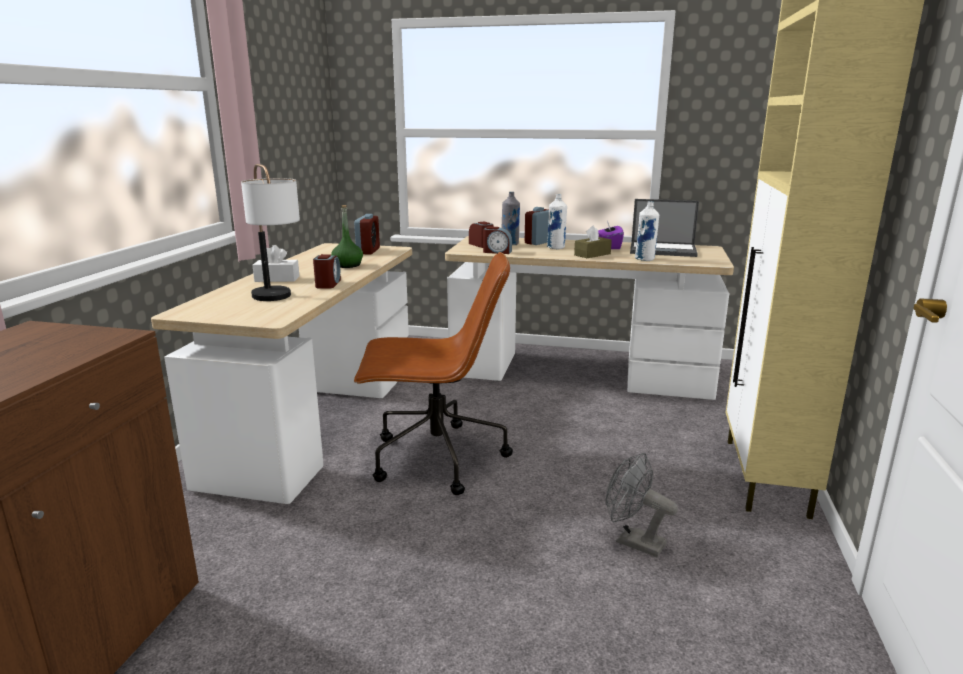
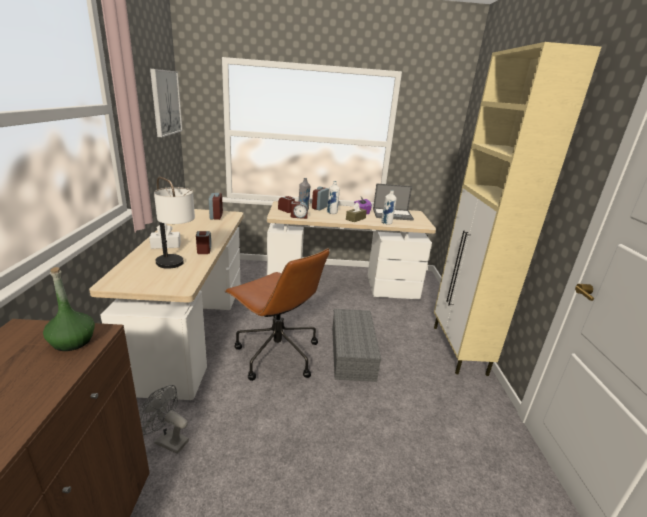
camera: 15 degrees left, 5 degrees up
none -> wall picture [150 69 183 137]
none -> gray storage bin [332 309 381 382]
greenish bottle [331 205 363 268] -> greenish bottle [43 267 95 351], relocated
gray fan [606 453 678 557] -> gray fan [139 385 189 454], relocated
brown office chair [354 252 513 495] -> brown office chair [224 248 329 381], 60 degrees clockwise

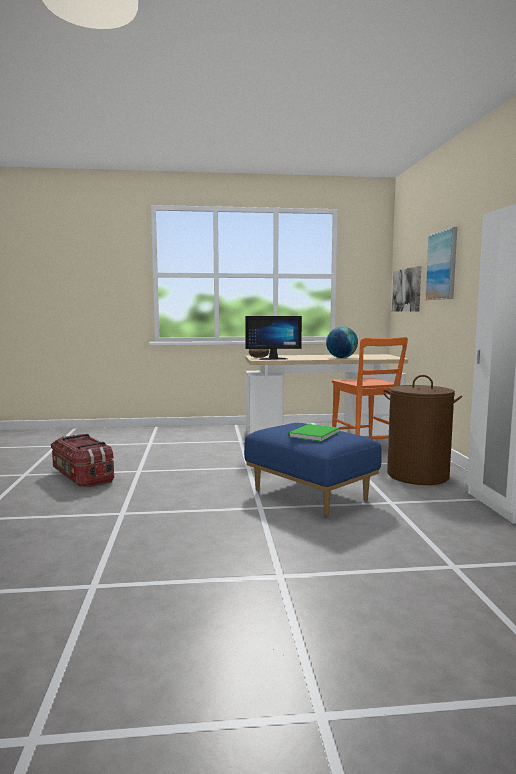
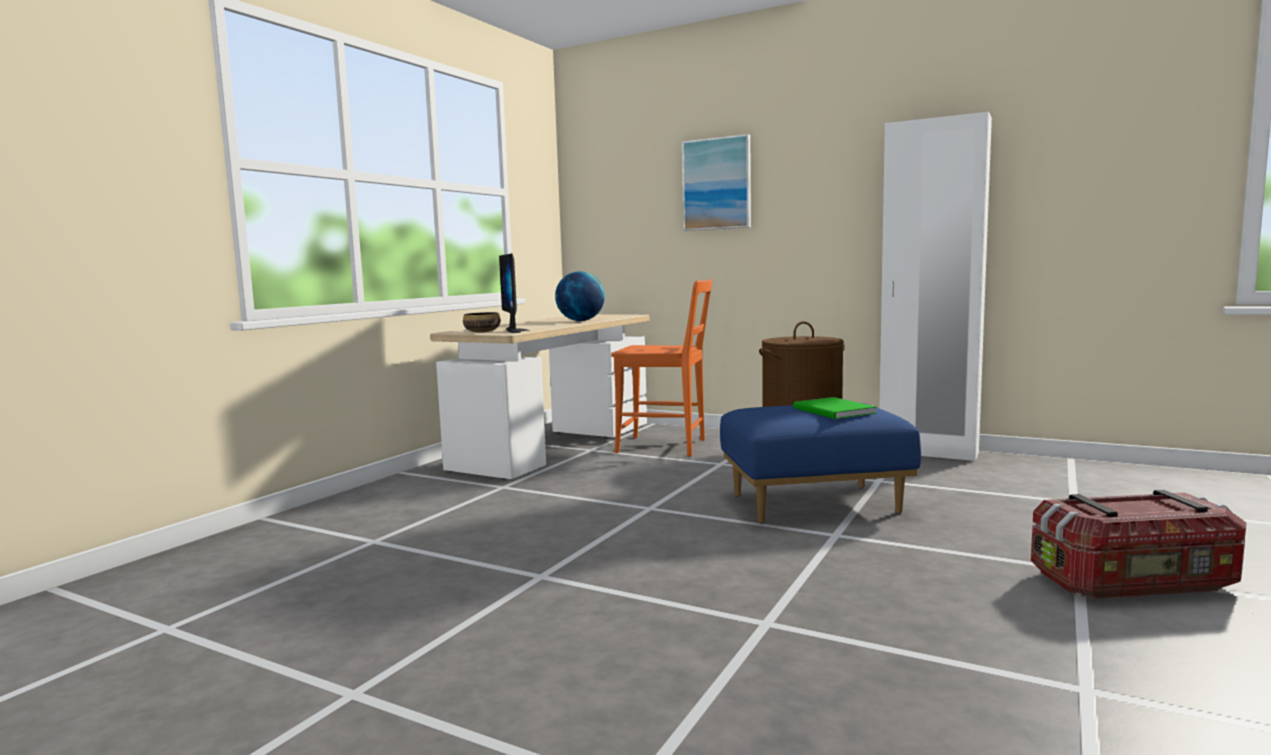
camera: 55 degrees left, 0 degrees up
wall picture [392 266 421 311] -> none
storage bin [51 434 114 487] -> storage bin [1031 490 1246 599], relocated
computer screen [245 316 302 360] -> computer screen [499 253 530 333], 135 degrees clockwise

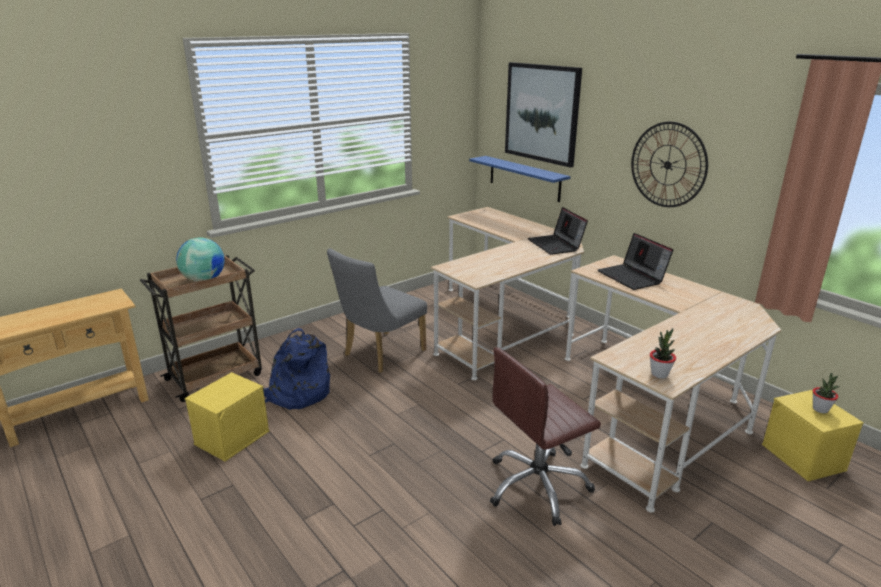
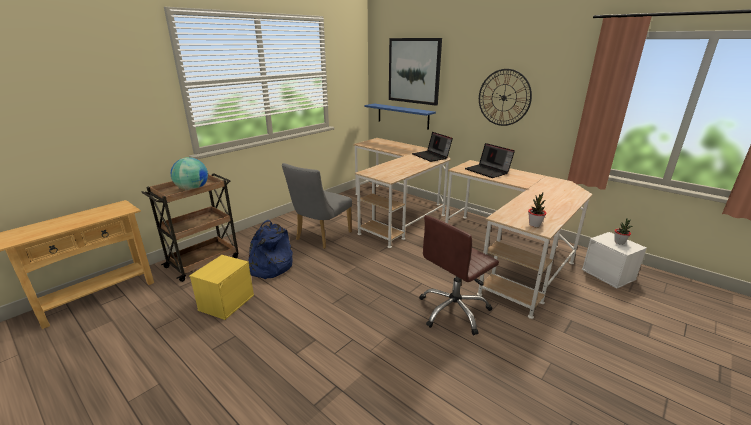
camera: 10 degrees left, 0 degrees up
yellow storage bin [762 390 864 481] -> whitish storage bin [582 232 647 288]

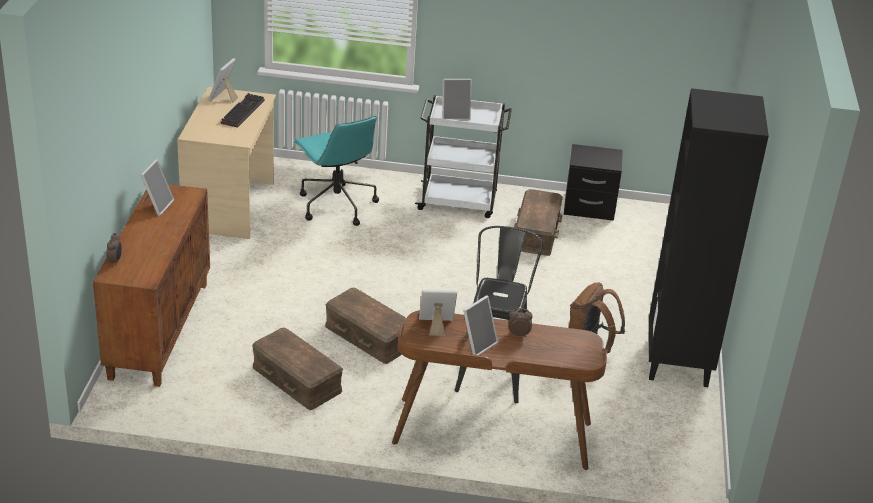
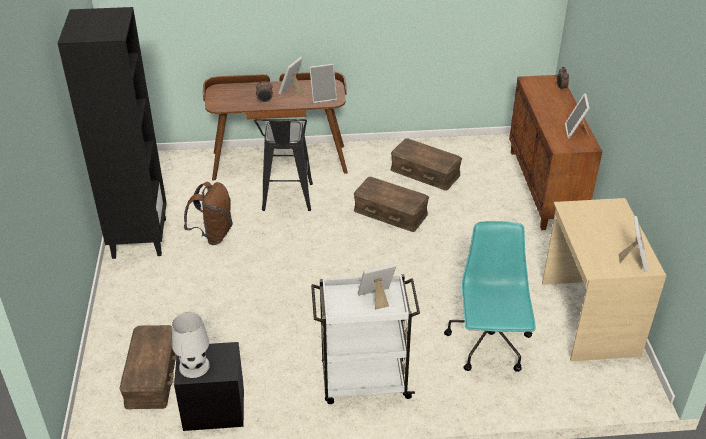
camera: 170 degrees right, 5 degrees up
computer keyboard [221 93 265 128] -> none
none -> whitish lamp for a table [172 312 210 378]
brown storage bin [514 189 563 256] -> brown storage bin [119 325 177 409], relocated
blue-green office chair [293 116 379 226] -> blue-green office chair [444 221 536 372], 45 degrees clockwise

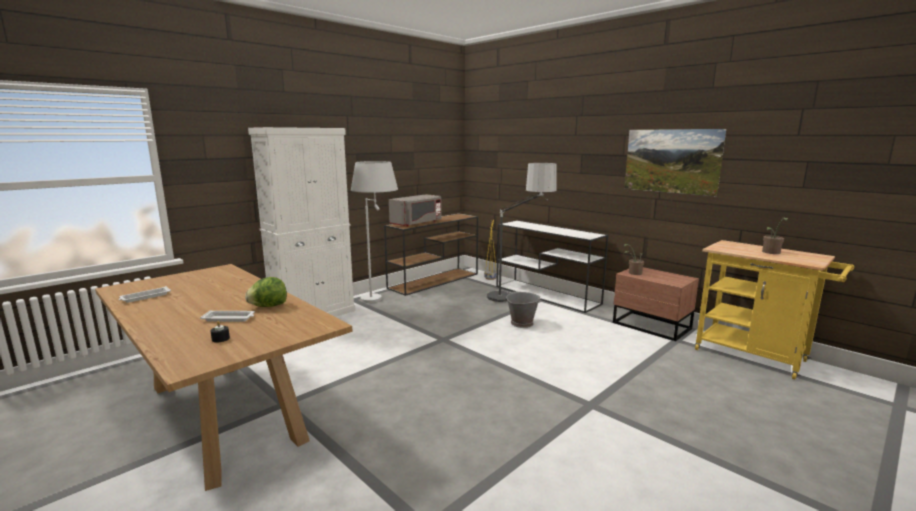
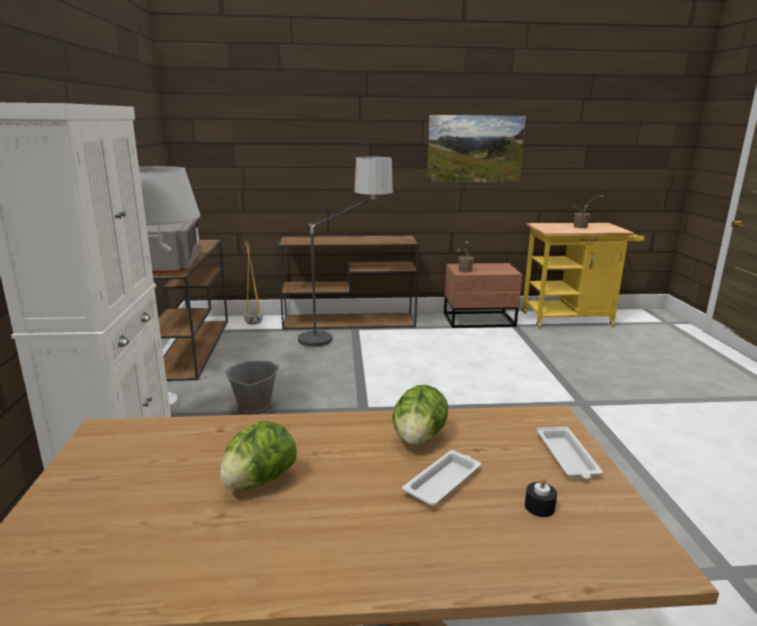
camera: 50 degrees left, 5 degrees up
none -> head of lettuce [220 421 297 489]
whitish carrying tray [118 286 171 303] -> whitish carrying tray [537 427 603 479], relocated
gray pail [506 291 541 328] -> gray pail [224 361 280 415], relocated
whitish hall table [496 220 608 313] -> brown hall table [278 236 419 330]

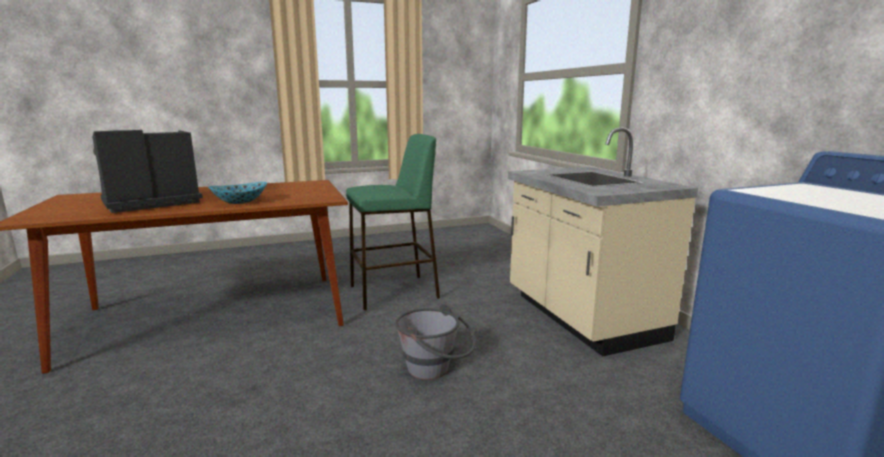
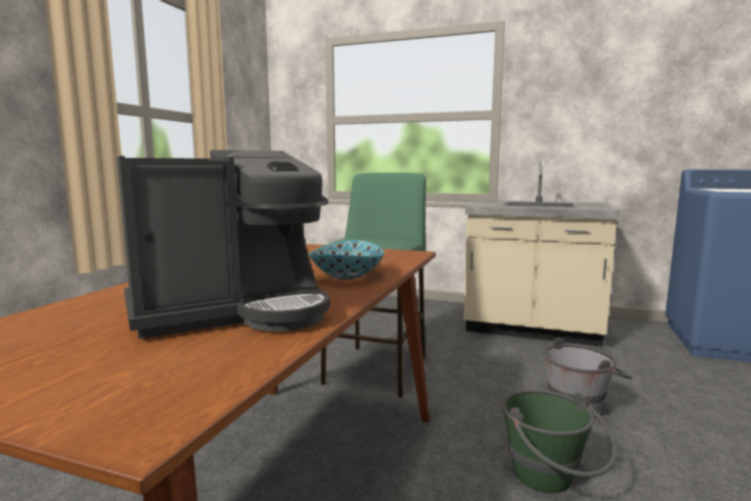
camera: 50 degrees left, 5 degrees down
none -> greenish pail [502 389 617 493]
coffee brewer [92 130 203 213] -> coffee brewer [117 150 330 339], 120 degrees counterclockwise

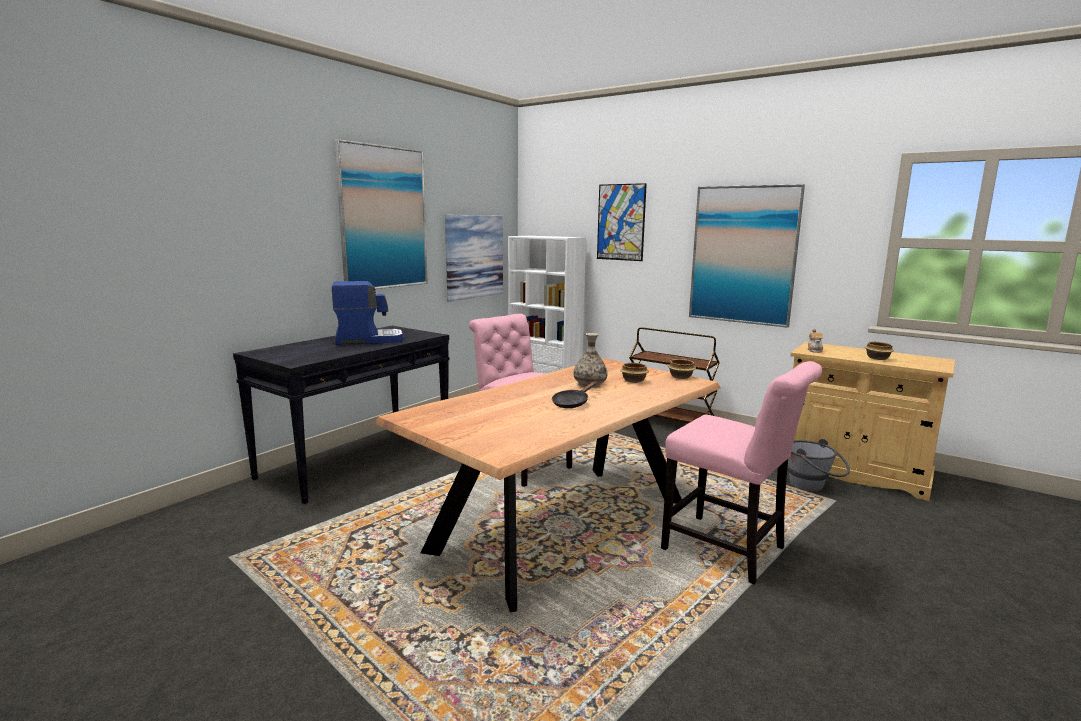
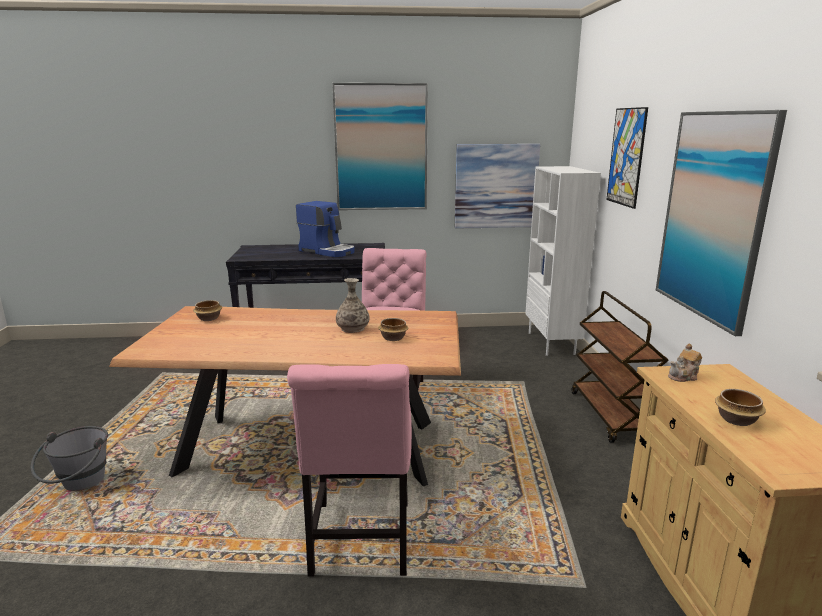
camera: 50 degrees right, 5 degrees up
blackish frying pan [552 381 597 408] -> none
bowl [668 359 696 379] -> bowl [193 300 222 321], relocated
gray pail [788 439 850 492] -> gray pail [31 426 108 491], relocated

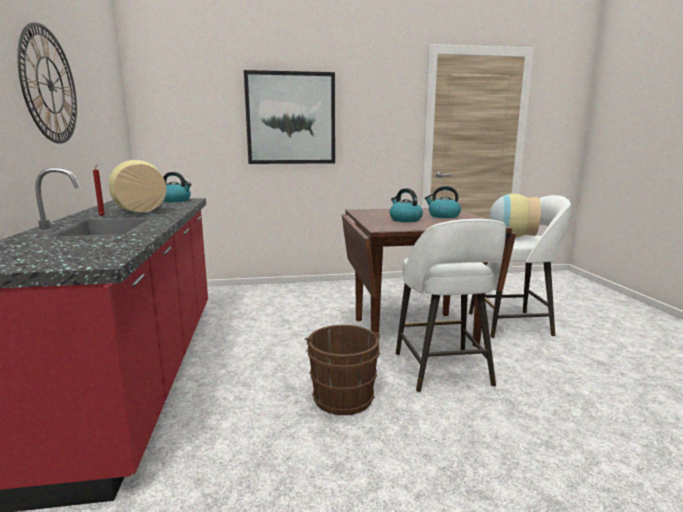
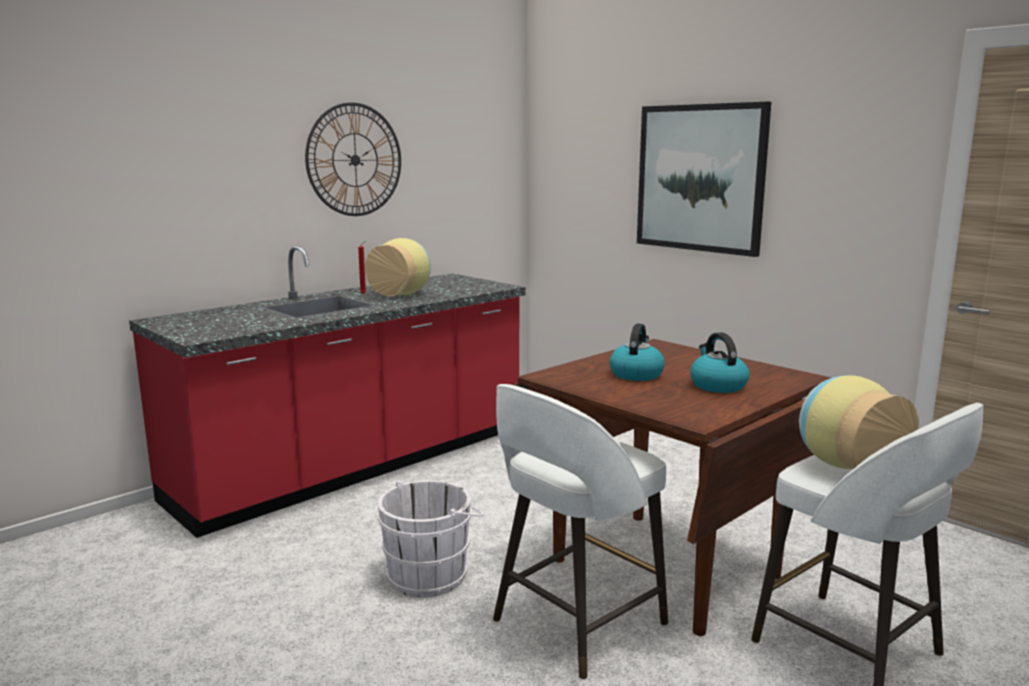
camera: 55 degrees right, 0 degrees up
kettle [163 172 192 202] -> none
brown pail [305 325 380 415] -> whitish pail [377 480 484 598]

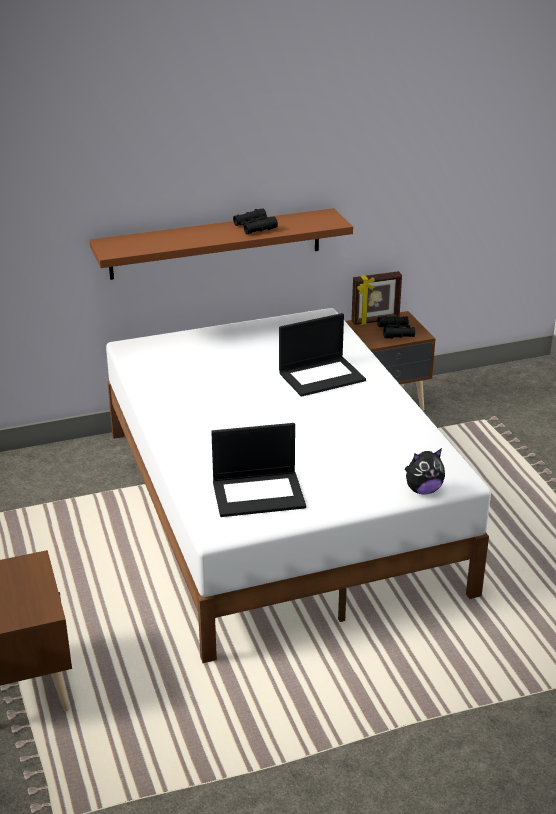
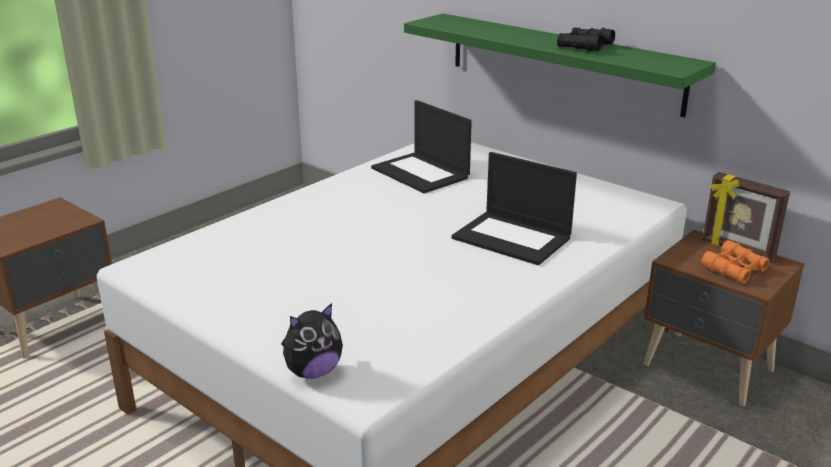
camera: 60 degrees right, 5 degrees down
notebook computer [211 423 306 517] -> notebook computer [371 100 472 193], relocated
brown bracket shelf [89 208 353 280] -> greenish bracket shelf [404 14 716 118]
blackish field glasses [377 316 415 339] -> orange-coloured field glasses [701 240 770 284]
plush toy [404 448 445 495] -> plush toy [281 303 343 379], 75 degrees counterclockwise

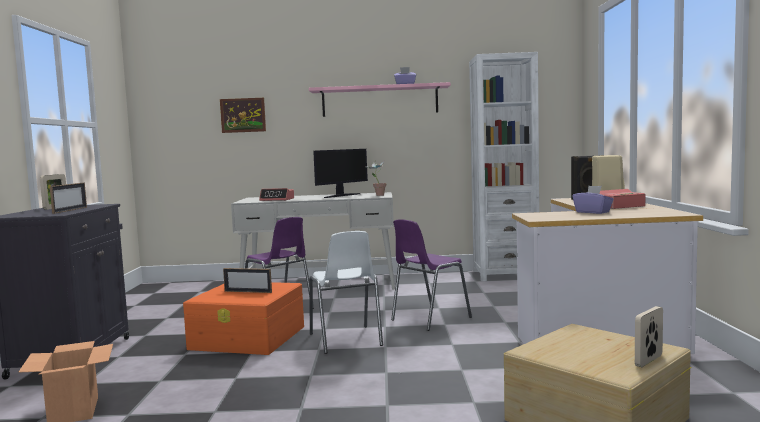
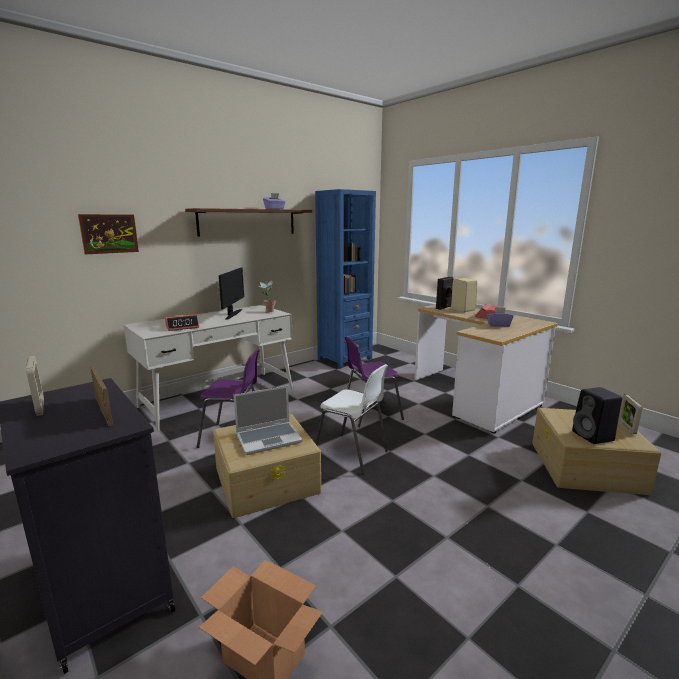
camera: 40 degrees left, 10 degrees up
none -> blackish loudspeaker [572 387 622 444]
photo frame [223 268 272 293] -> notebook computer [234 386 303 455]
orange-coloured storage bin [183 282 304 355] -> beige-coloured storage bin [213 414 321 518]
pink-coloured bracket shelf [309 82 451 117] -> brown bracket shelf [185 208 312 237]
whitish shelving unit [469 52 539 281] -> blue shelving unit [315 189 376 368]
purple chair [391 219 472 331] -> purple chair [344 336 404 427], 60 degrees clockwise

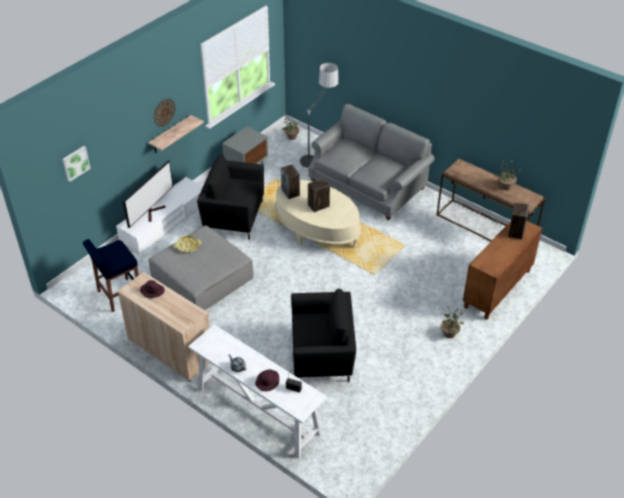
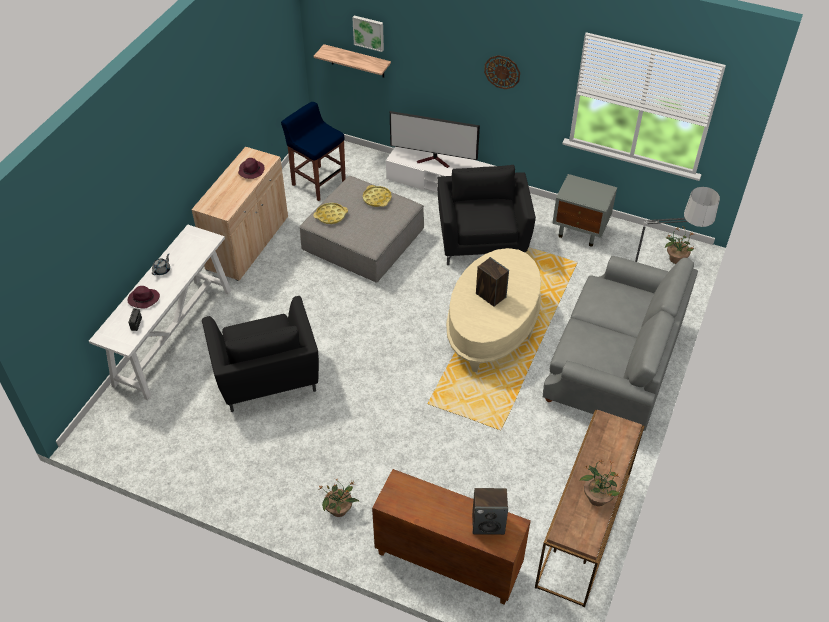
camera: 75 degrees right, 5 degrees up
loudspeaker [281 164 300 199] -> none
none -> yellow carrying tray [313 203 348 224]
bracket shelf [149 115 204 153] -> bracket shelf [314 44 391 78], relocated

